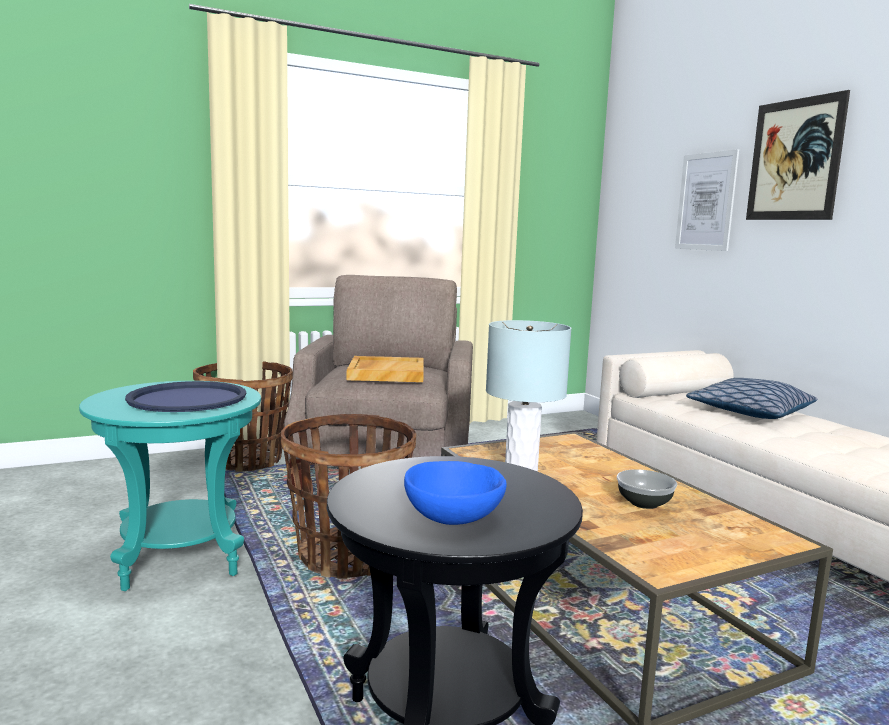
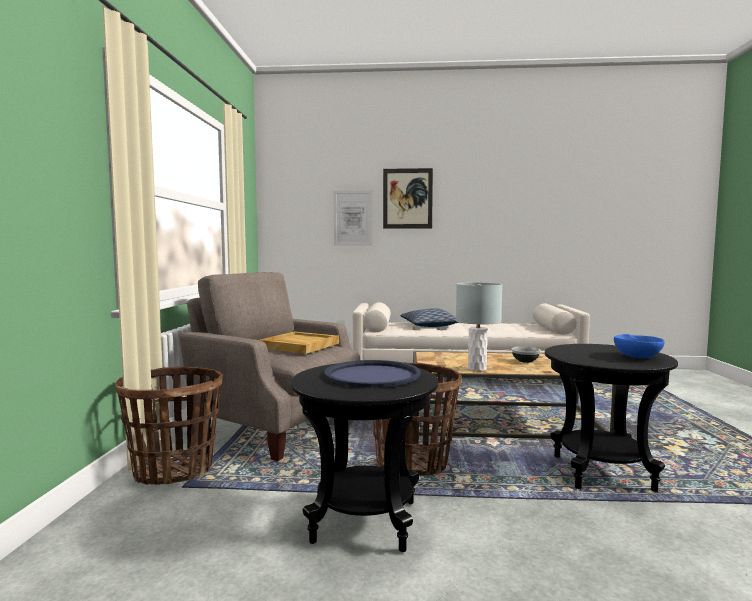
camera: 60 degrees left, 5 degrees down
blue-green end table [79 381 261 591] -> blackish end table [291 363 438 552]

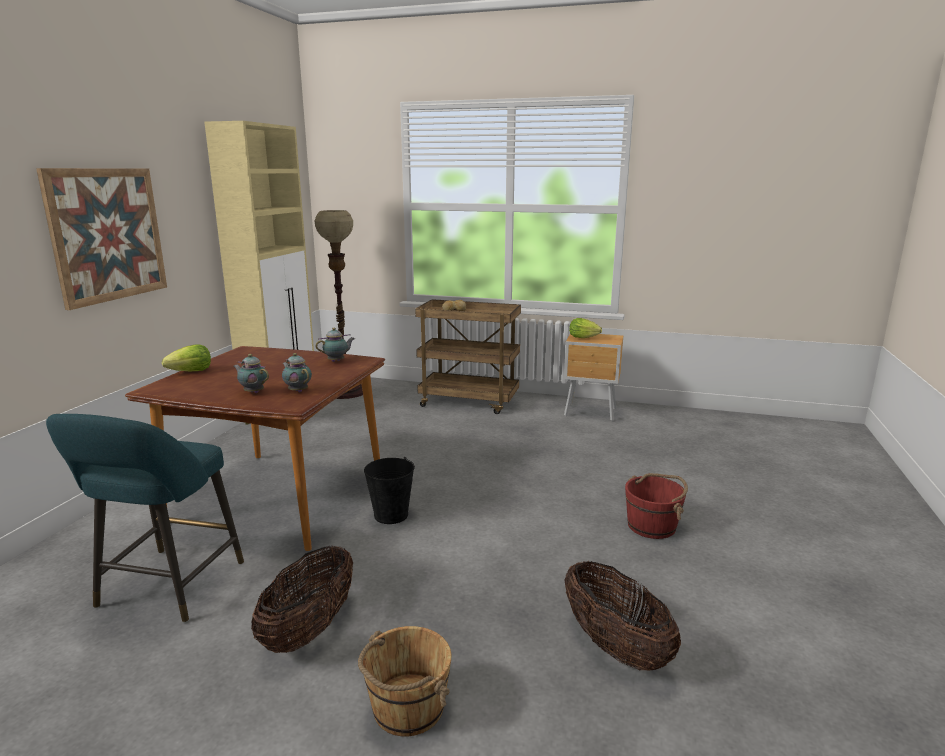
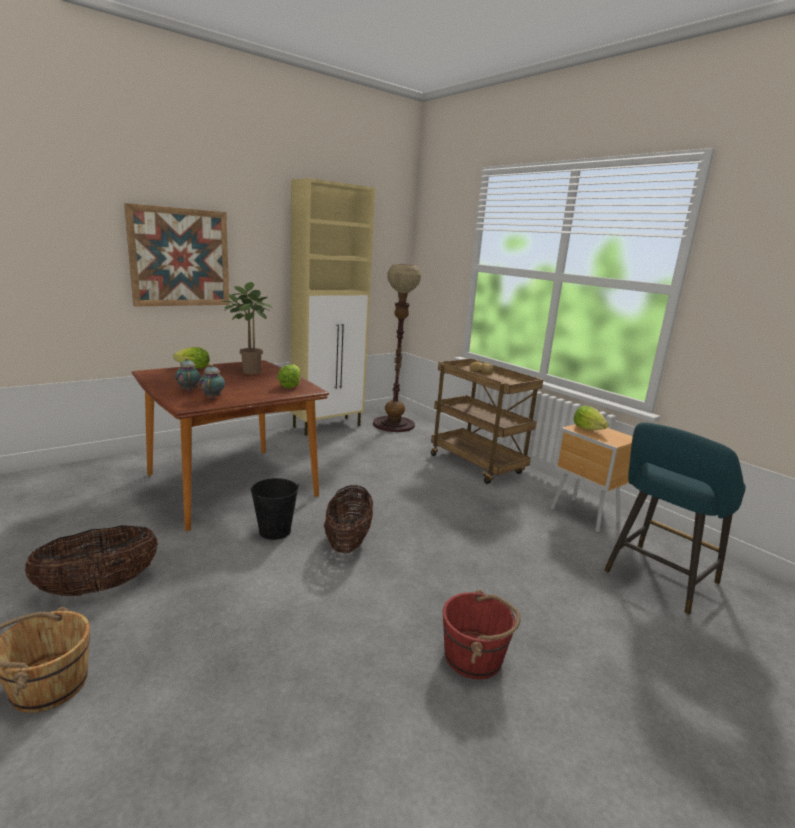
camera: 35 degrees right, 0 degrees up
none -> houseplant [222 282 272 374]
blue-green stool [46 414 244 622] -> blue-green stool [604 422 746 615], relocated
basket [564 560 681 671] -> basket [324 485 373 553], relocated
pot for tea [315 328 355 362] -> head of lettuce [278 365 300 388]

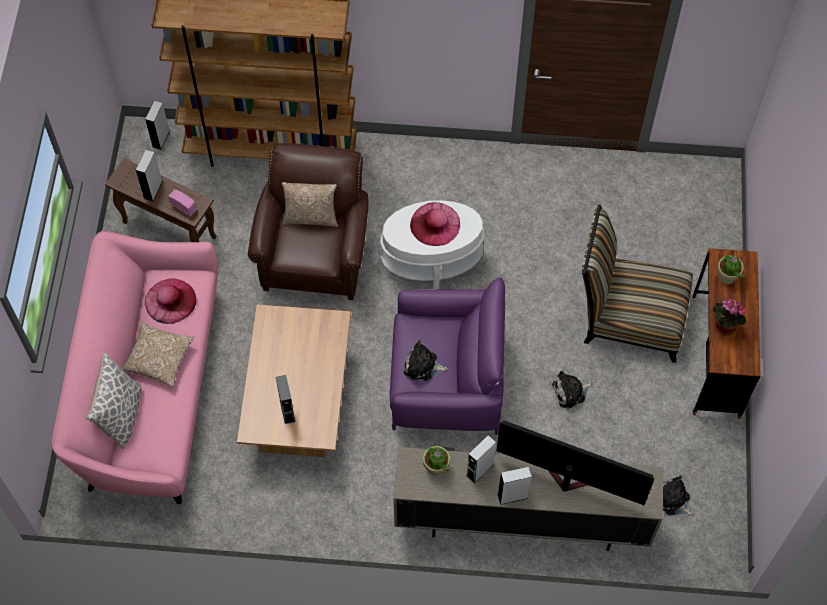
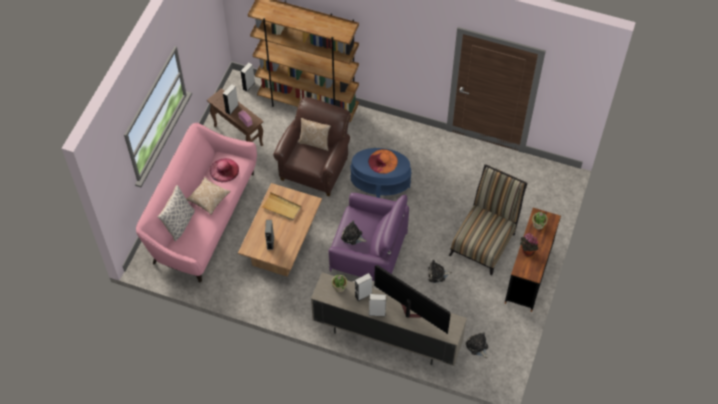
camera: 15 degrees right, 5 degrees down
none -> beige-coloured carrying tray [262 192 301 220]
whitish end table [380 200 485 290] -> blue end table [350 148 411 198]
pink-coloured hat [410 202 460 246] -> orange-coloured hat [368 149 398 174]
chair [582 204 693 363] -> chair [449 164 528 276], 90 degrees clockwise

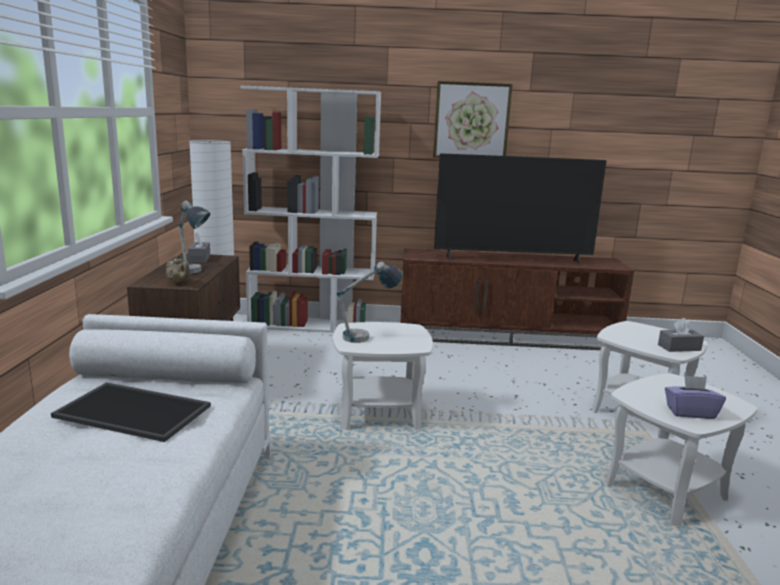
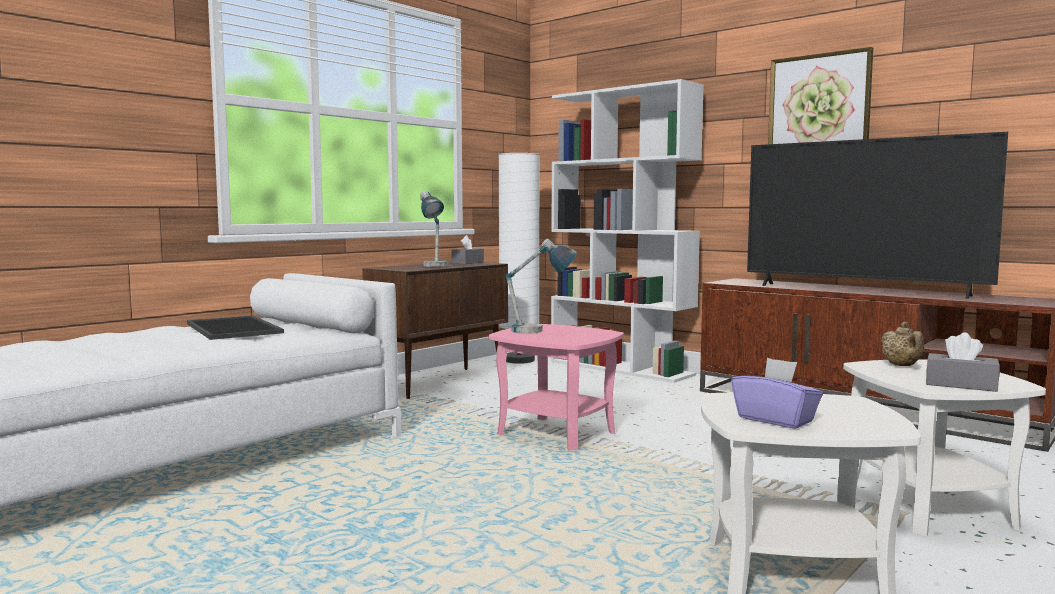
camera: 40 degrees right, 10 degrees down
beige-coloured pot for tea [166 255 190 284] -> beige-coloured pot for tea [881 322 924 366], relocated
whitish end table [333 322 433 430] -> pink-coloured end table [489 324 624 450]

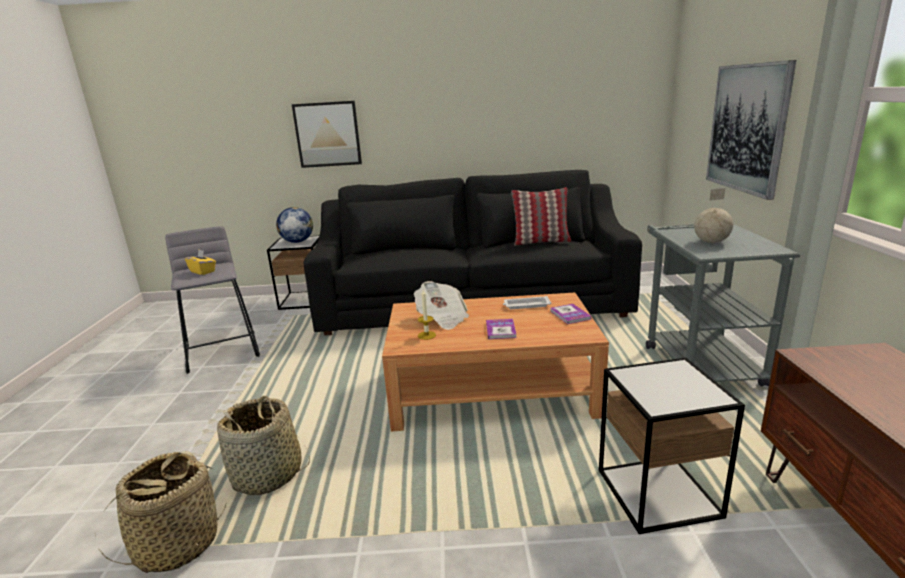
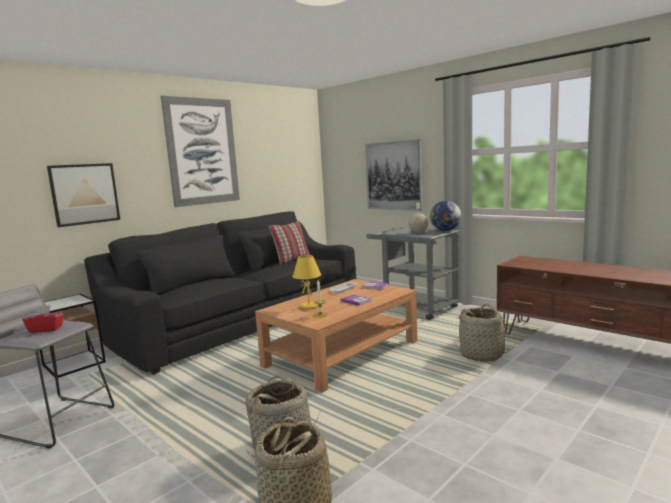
camera: 45 degrees left, 10 degrees down
none -> wall picture [161 96 240 207]
world globe [276 207 313 243] -> world globe [430 201 461 231], relocated
printed paper [414 281 469 330] -> yellow lamp for a table [292 255 321 310]
end table [599 358 745 534] -> basket [454 304 515 362]
yellow tissue holder [185 249 216 275] -> red-coloured tissue holder [22 305 64 333]

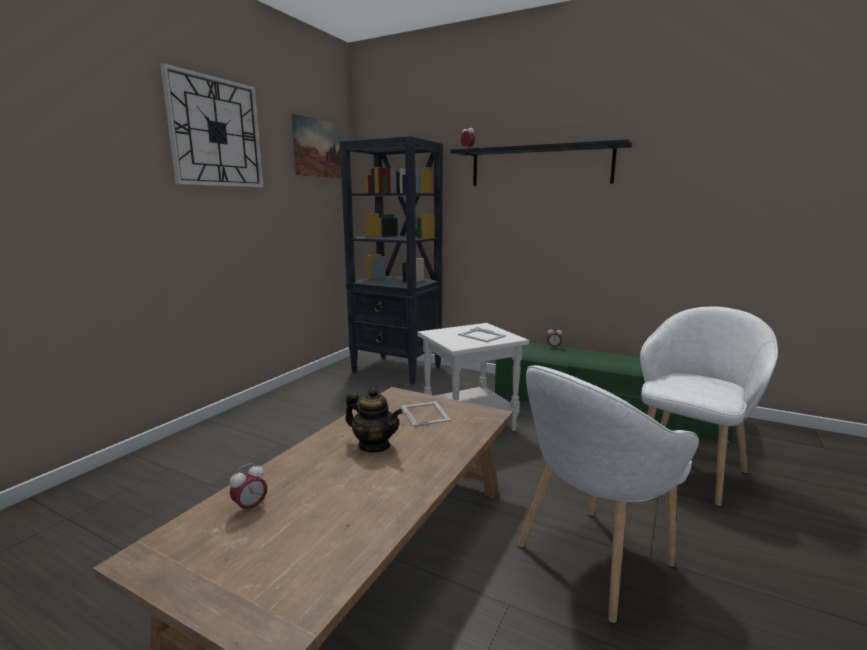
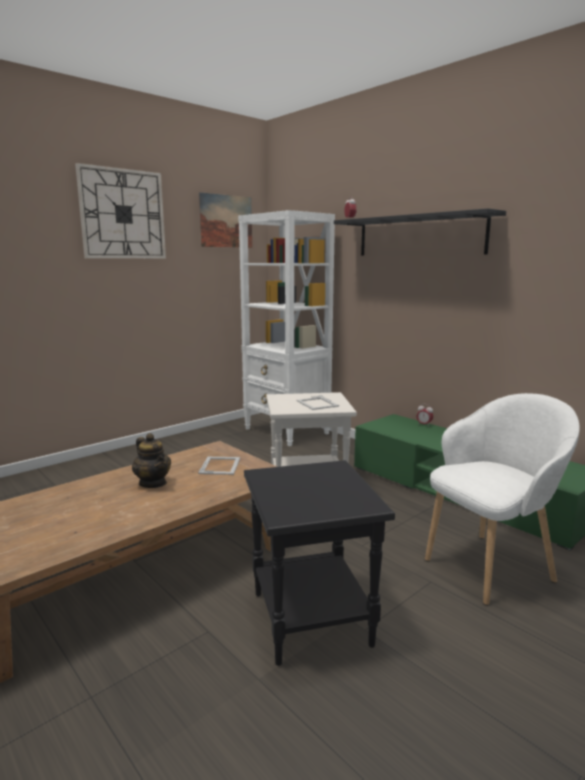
camera: 20 degrees right, 0 degrees up
alarm clock [230 463 267 516] -> none
whitish armchair [517 365 699 624] -> blackish end table [244 460 395 666]
blackish shelving unit [339 136 443 385] -> whitish shelving unit [238 210 335 446]

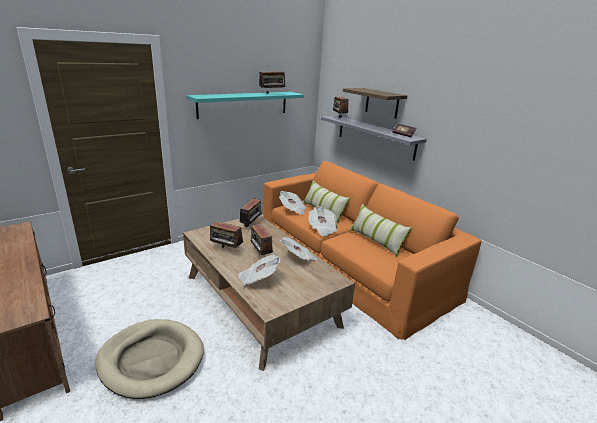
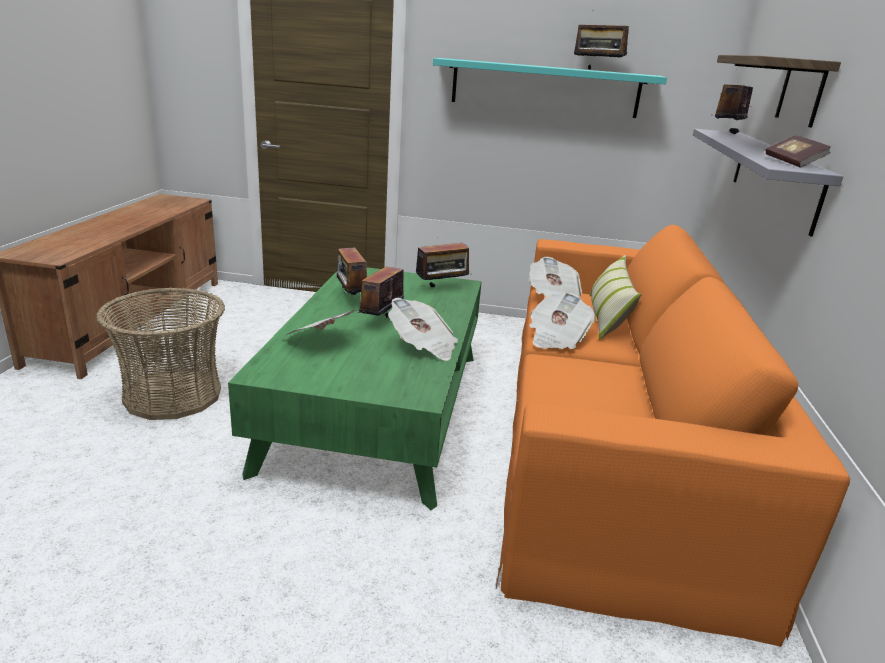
camera: 45 degrees right, 0 degrees up
pillow [349 204 412 257] -> none
beige-coloured dog bed [96 319 204 399] -> basket [96 288 225 420]
brown coffee table [183 215 355 371] -> greenish coffee table [228 267 482 510]

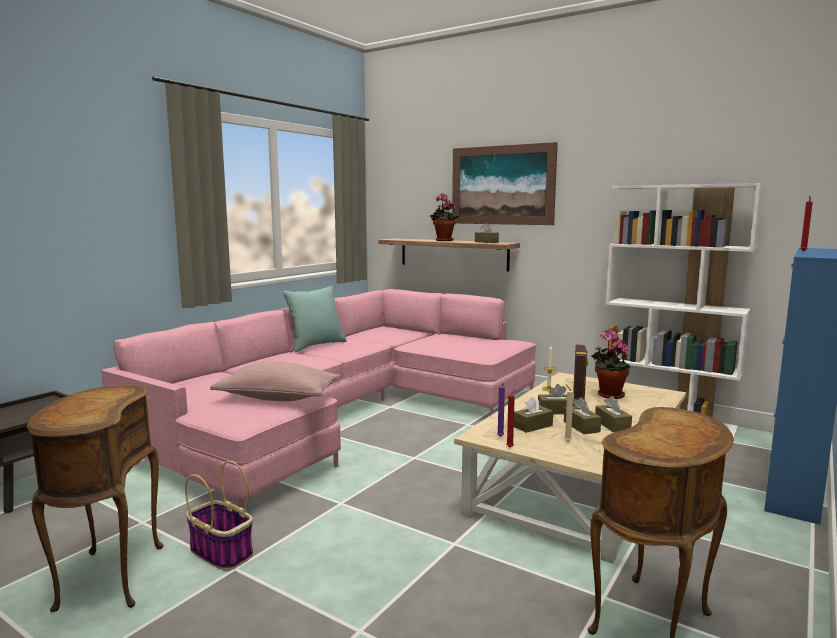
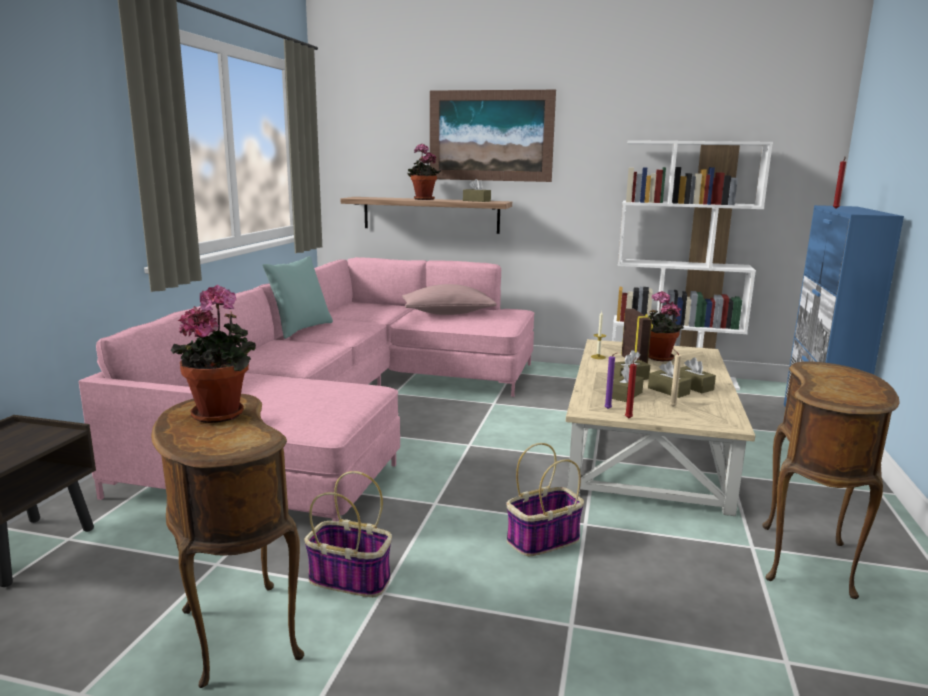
camera: 20 degrees left, 5 degrees up
none -> houseplant [171 285 256 423]
none -> basket [506 443 584 556]
pink-coloured pillow [210 361 340 401] -> pink-coloured pillow [402 284 496 315], relocated

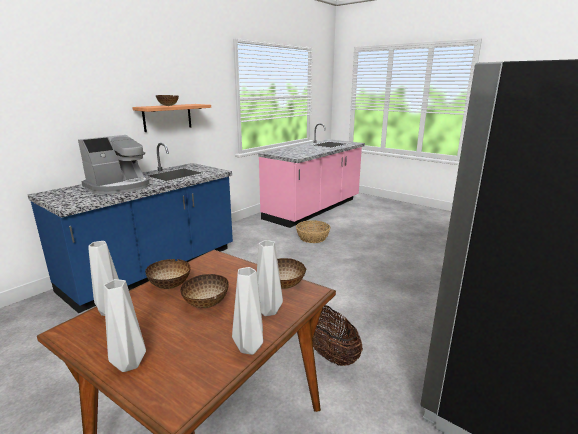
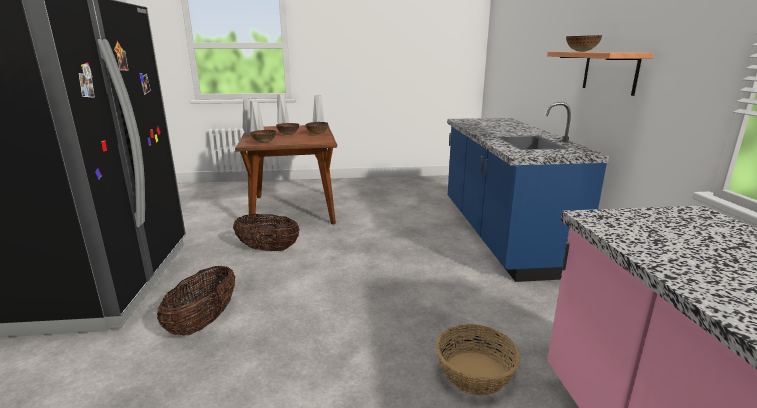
camera: 135 degrees right, 0 degrees up
coffee brewer [78 135 149 194] -> none
none -> basket [157 266 235 336]

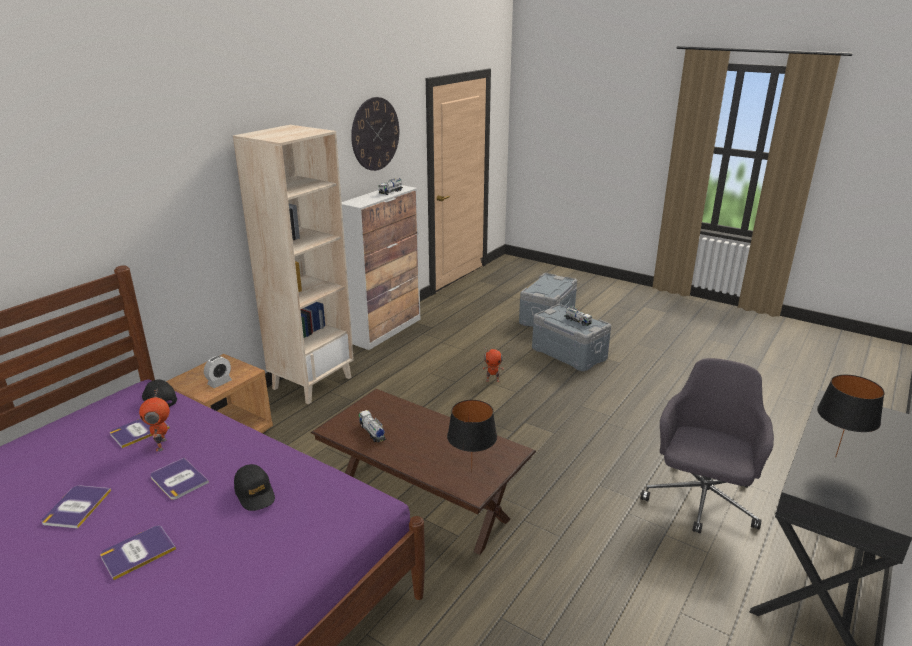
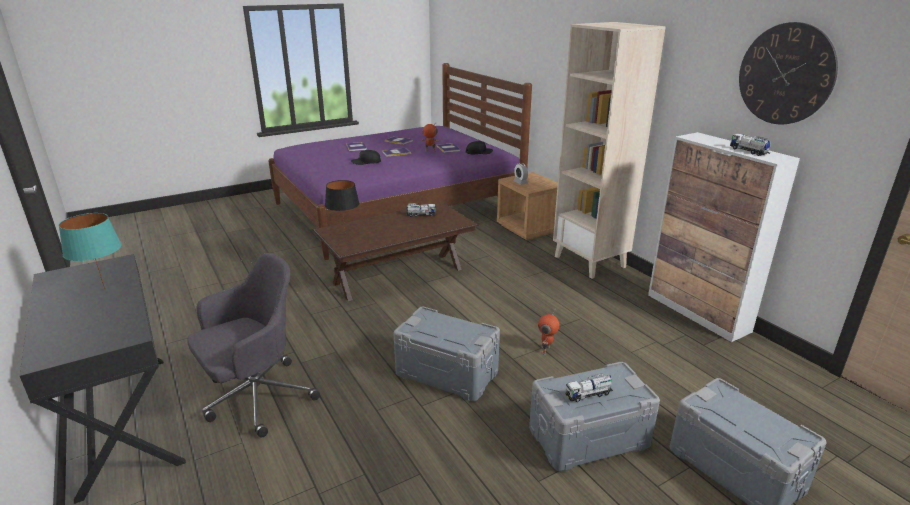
camera: 115 degrees right, 0 degrees up
none -> gray storage bin [393 307 500 401]
blackish lamp for a table [817 375 885 457] -> blue-green lamp for a table [59 213 122 289]
gray office chair [640 358 774 534] -> gray office chair [187 253 320 438], 90 degrees counterclockwise

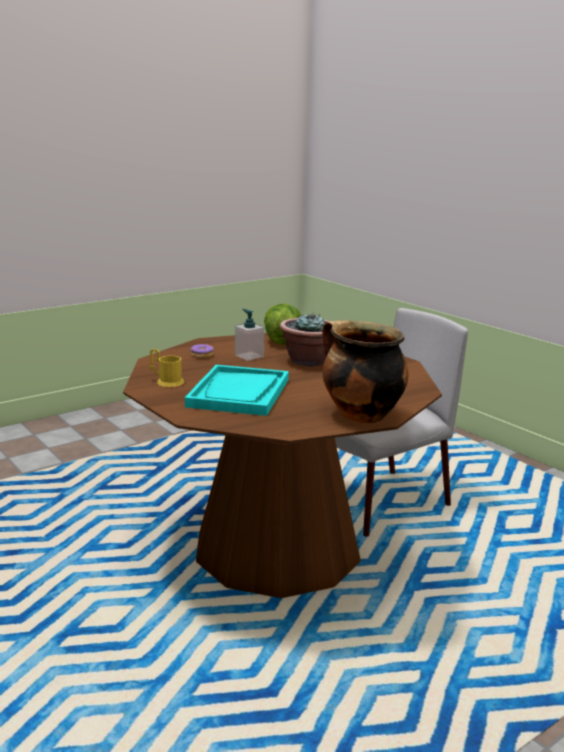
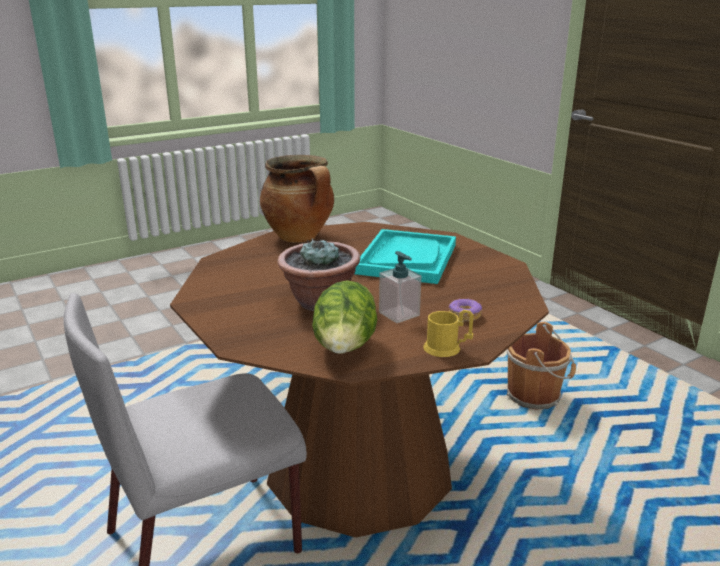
camera: 175 degrees left, 5 degrees up
none -> brown pail [507 322 576 410]
yellow tea mug [149 349 184 387] -> yellow tea mug [423 310 474 357], relocated

